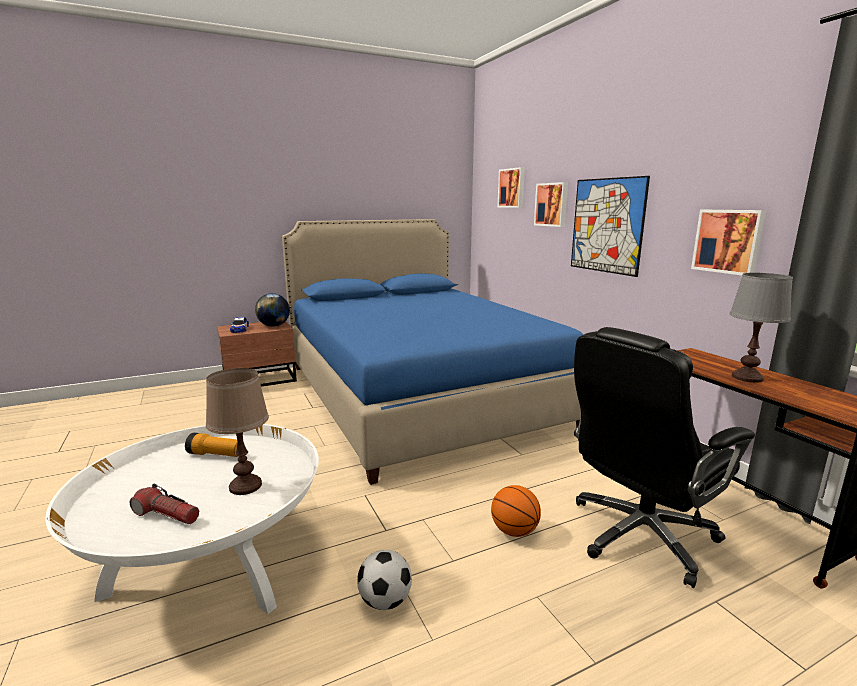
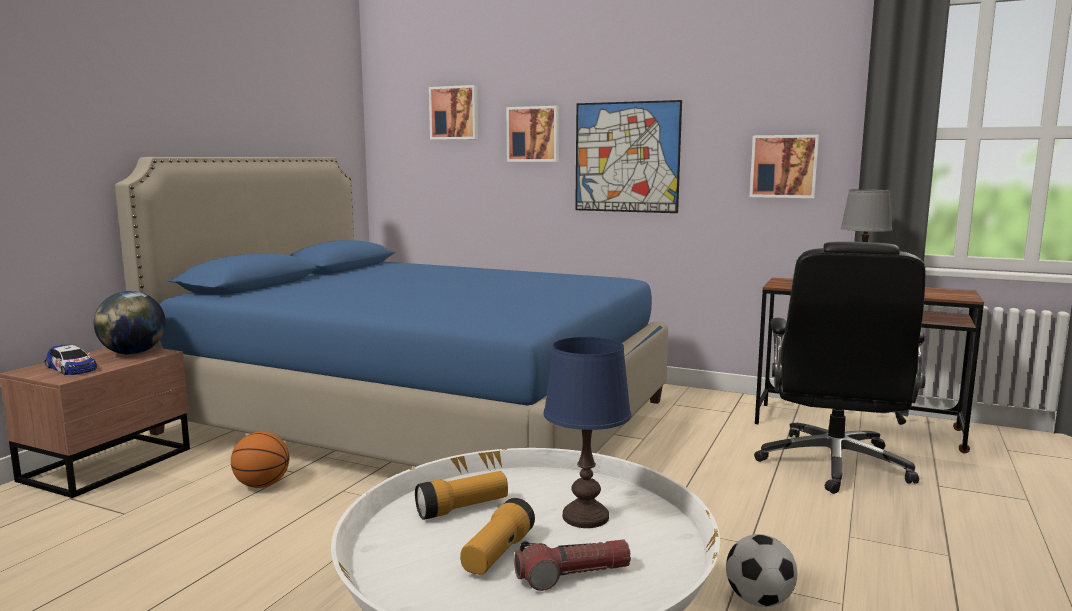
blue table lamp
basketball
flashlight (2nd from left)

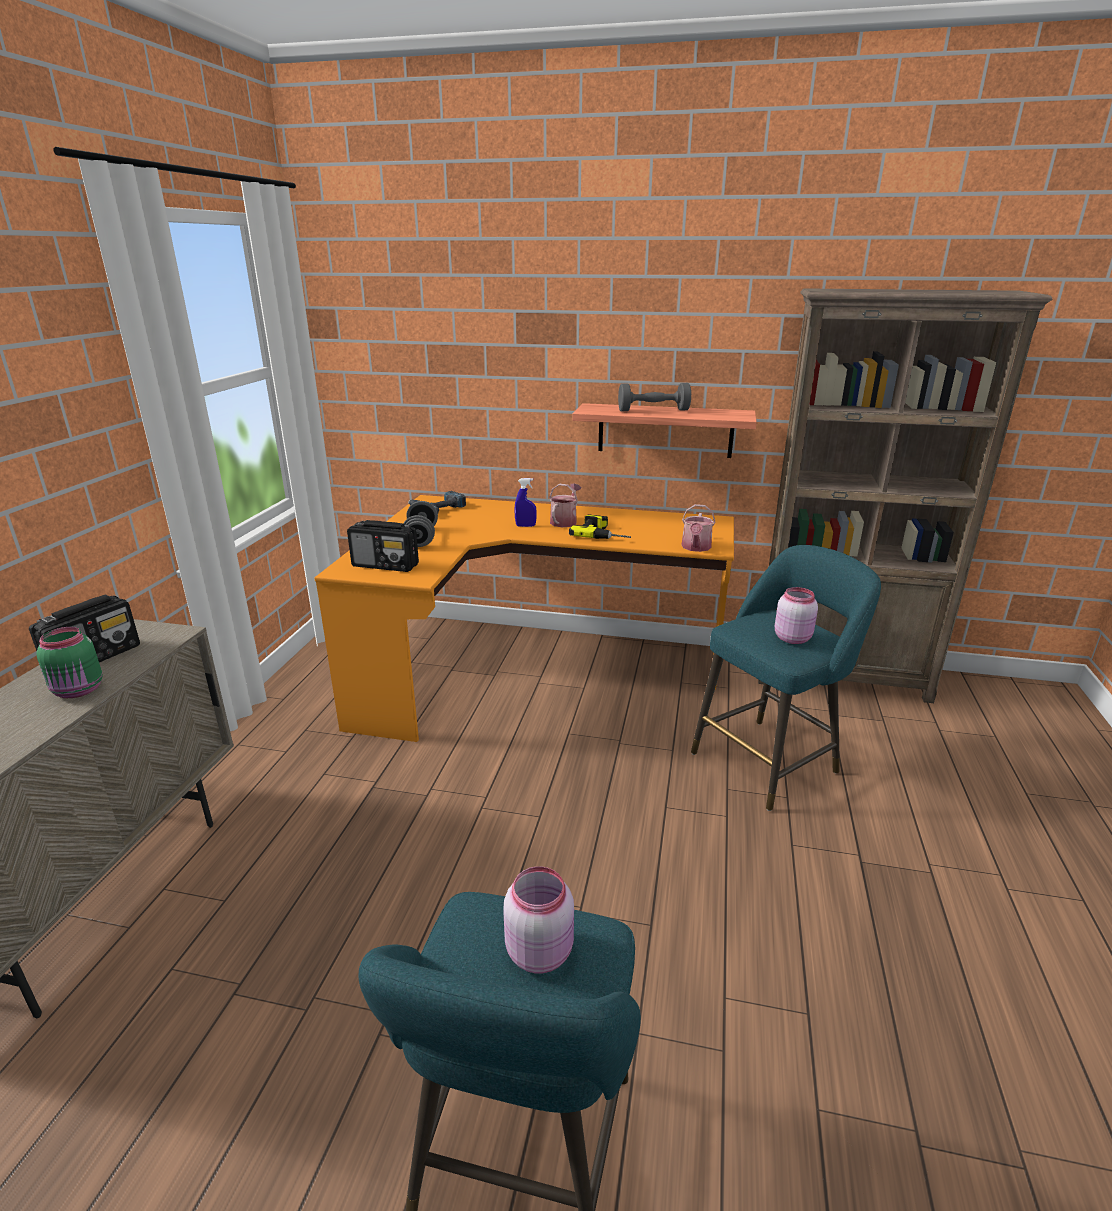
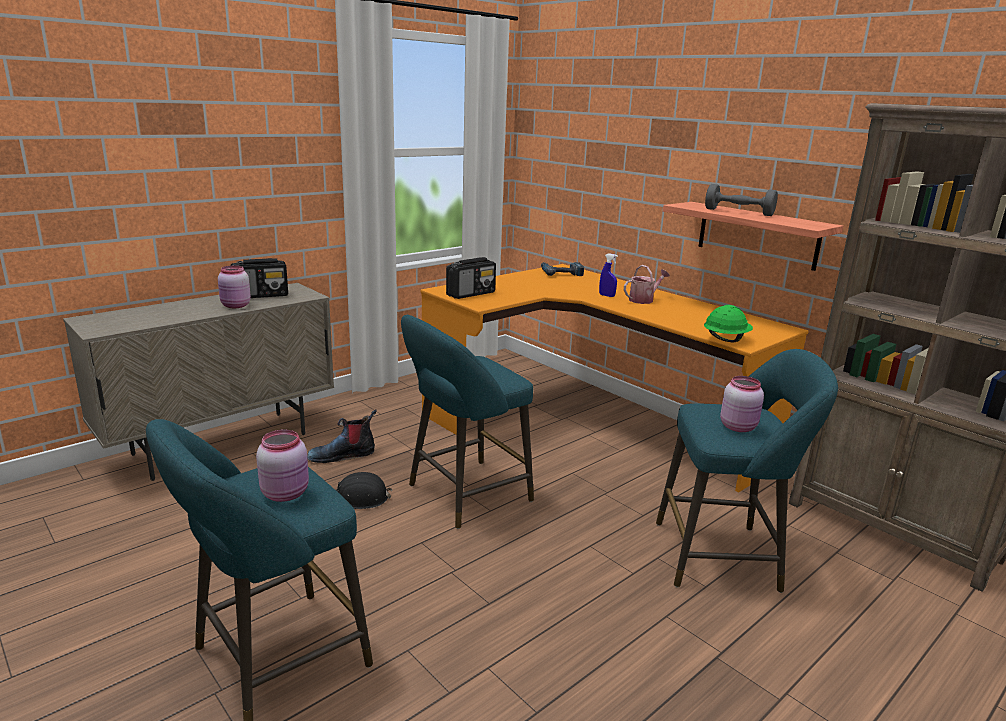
grey dumbbell (1st from left in the first image)
green hard hat
power drill (2nd from left in the first image)
radio (2nd from left)
pink jar (1st from left)
turquoise stool (2nd from left)
boot
black hard hat

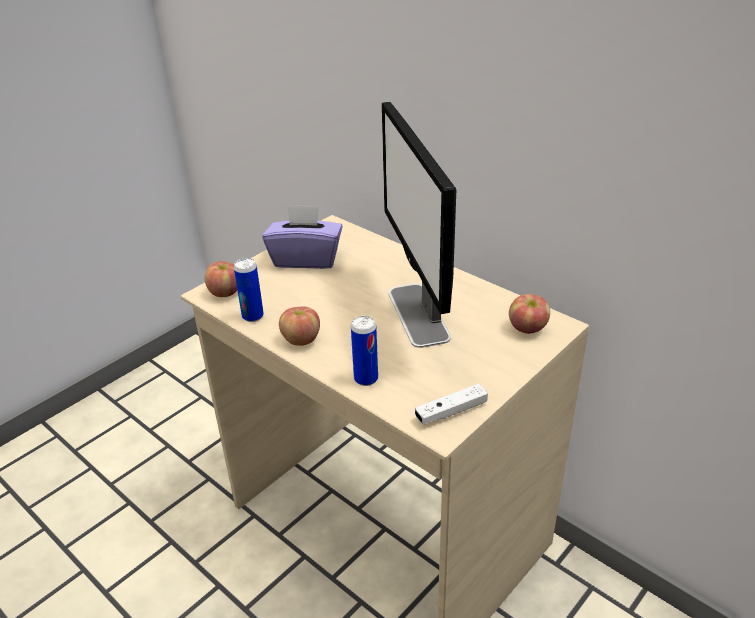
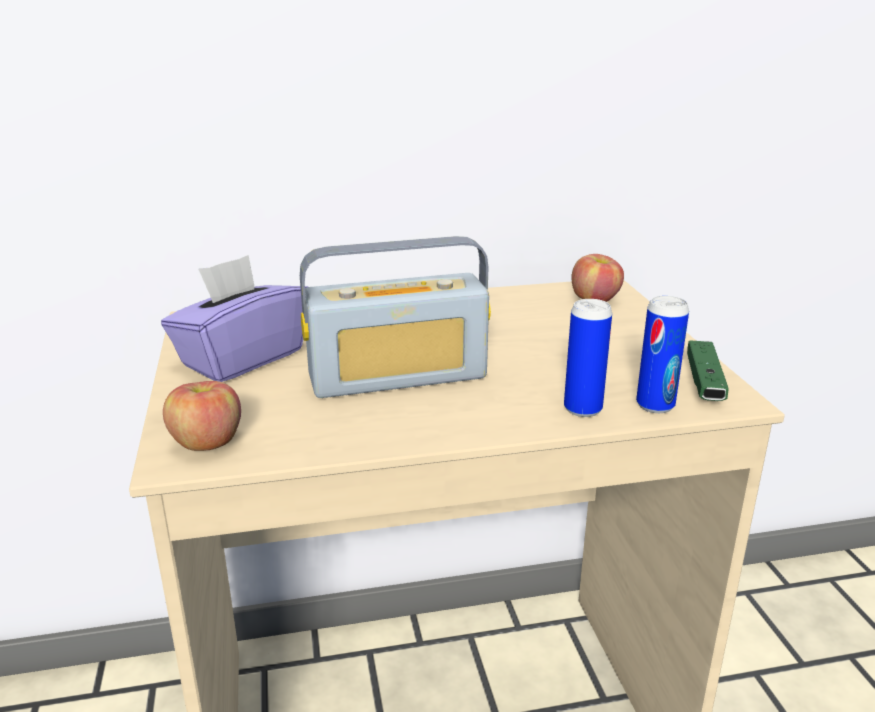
monitor
can (2nd from left)
apple (2nd from left in the first image)
green game controller
radio

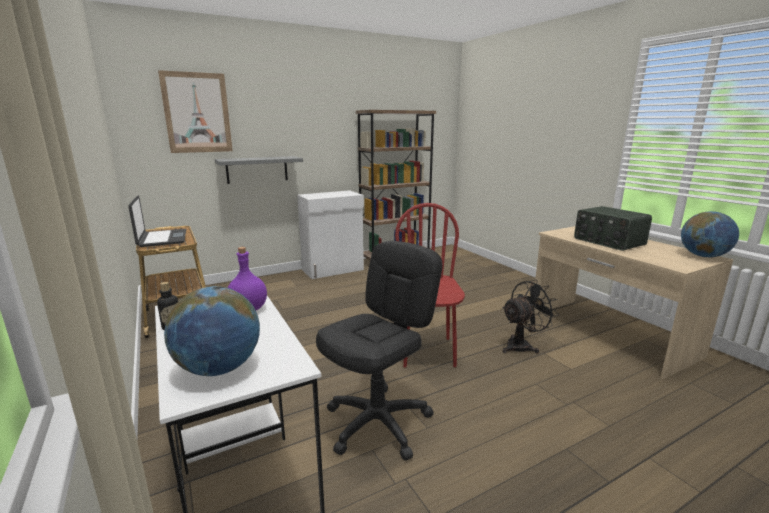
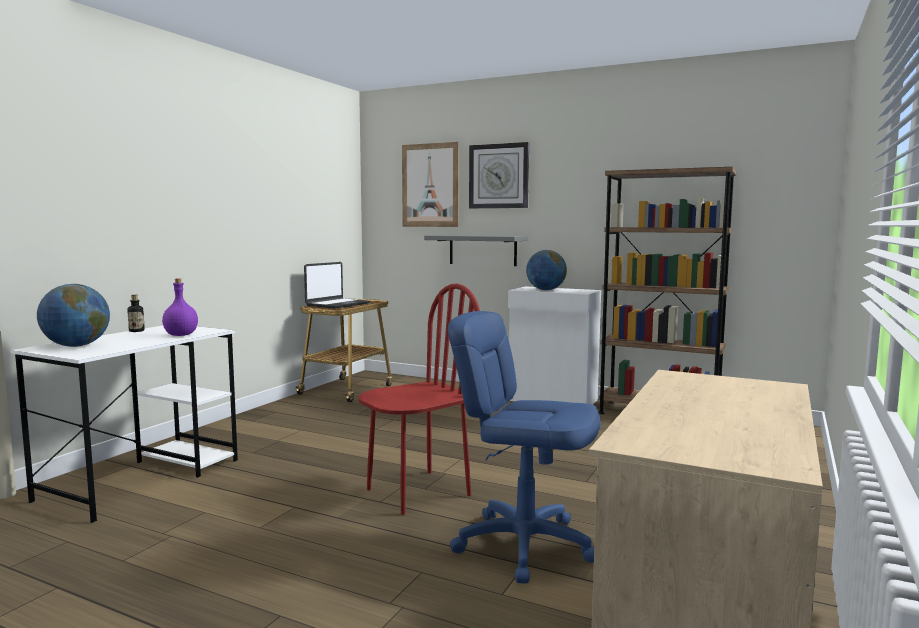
radio
globe (2nd from left)
black office chair
blue office chair
wall clock

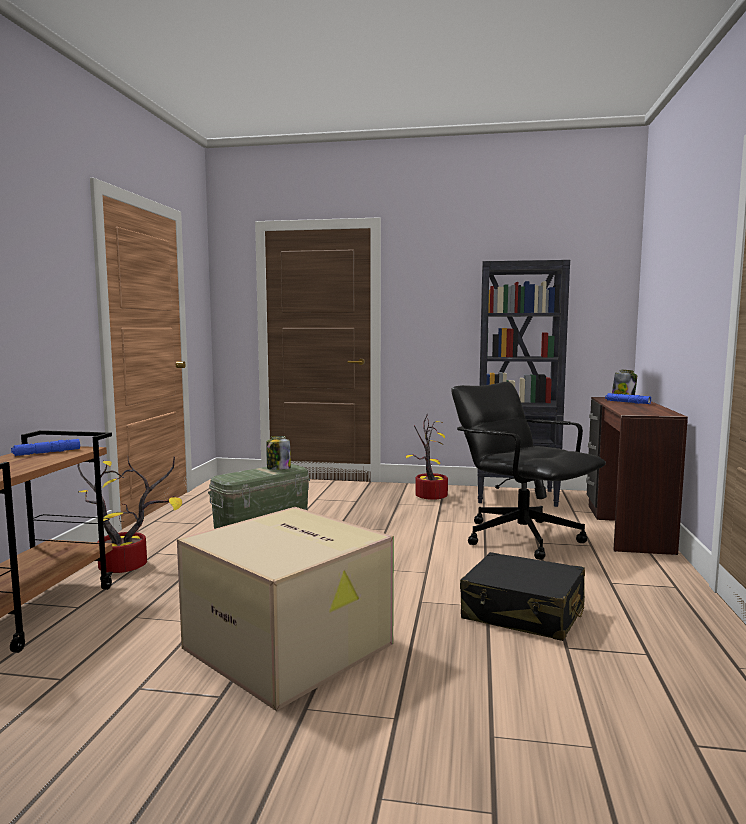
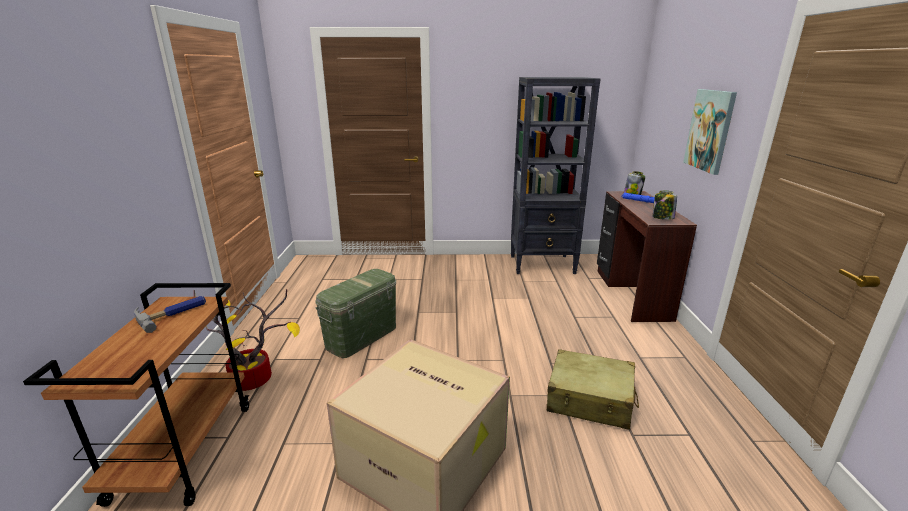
black office chair
potted plant (2nd from left in the first image)
jar (2nd from left)
hammer
beige suitcase
picture

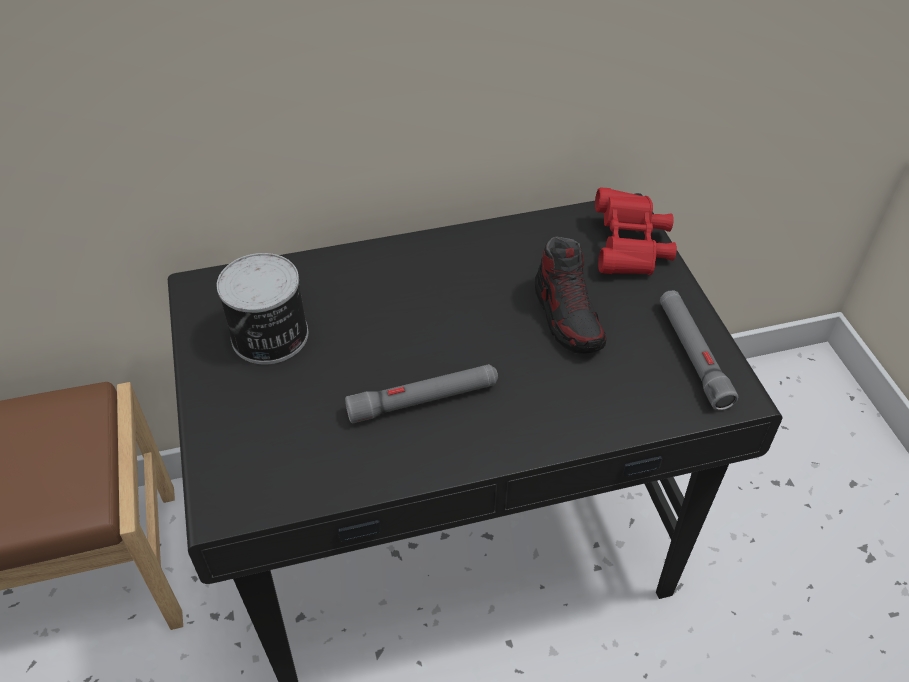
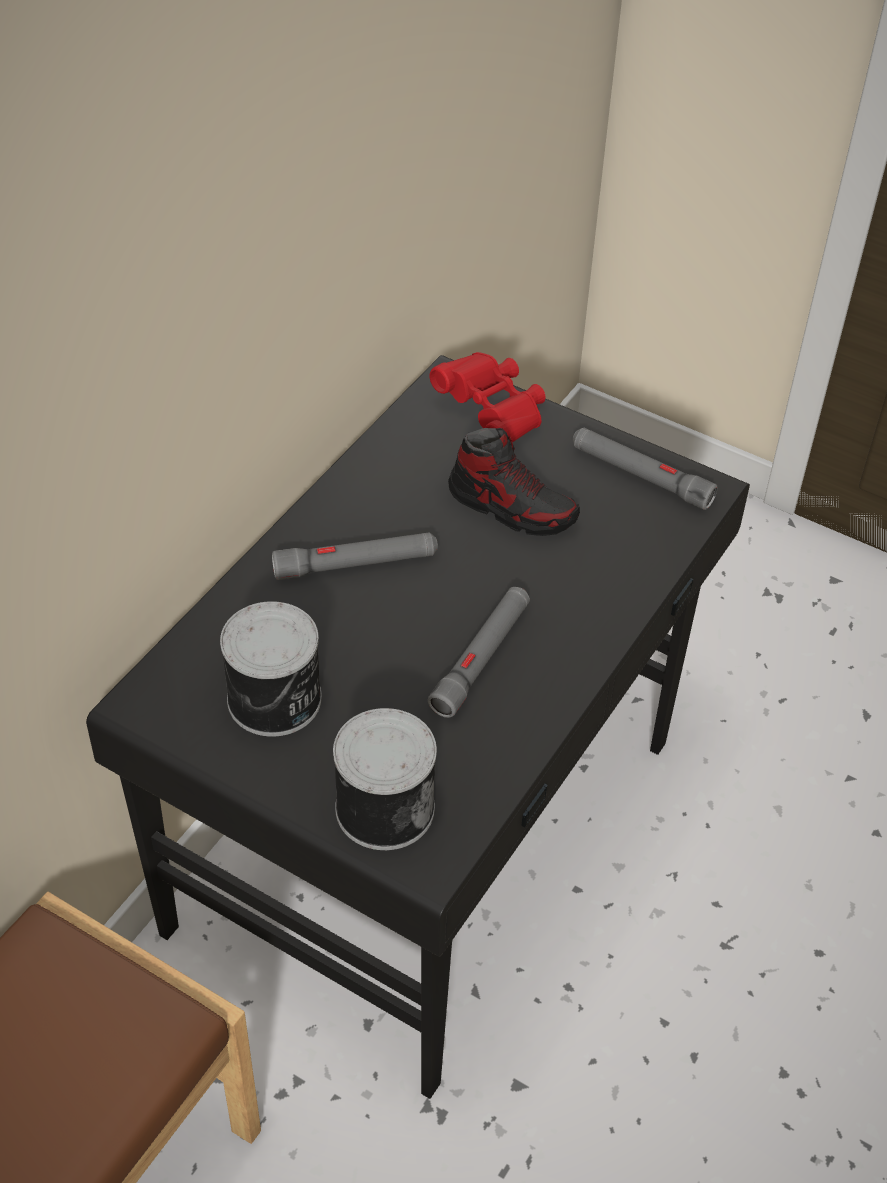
grey flashlight (1st from left)
can (2nd from left)

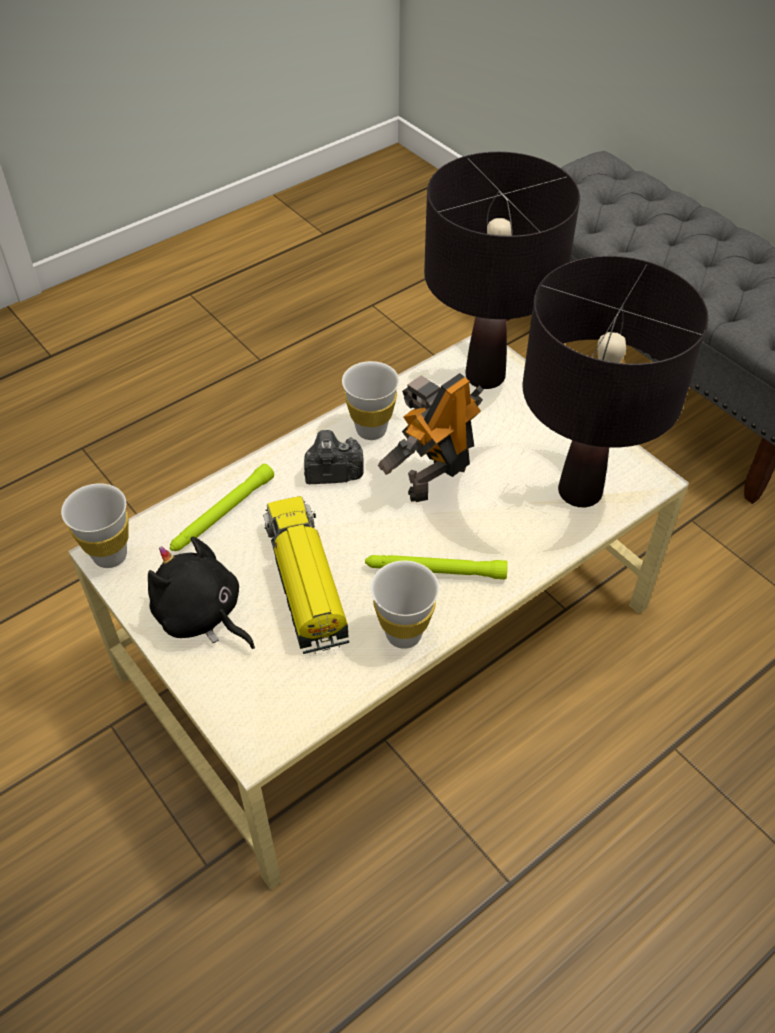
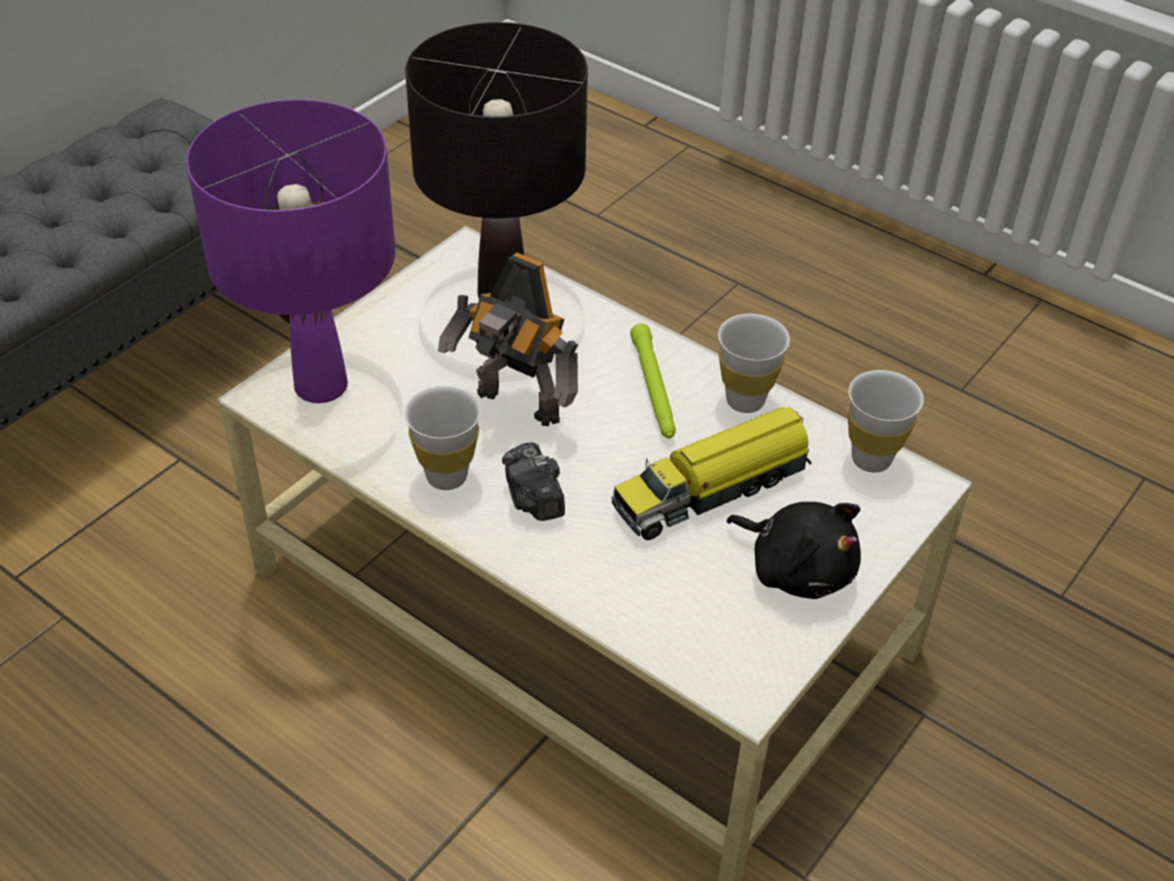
purple table lamp
green flashlight (1st from left in the first image)
white cup (3rd from left)
black plush toy

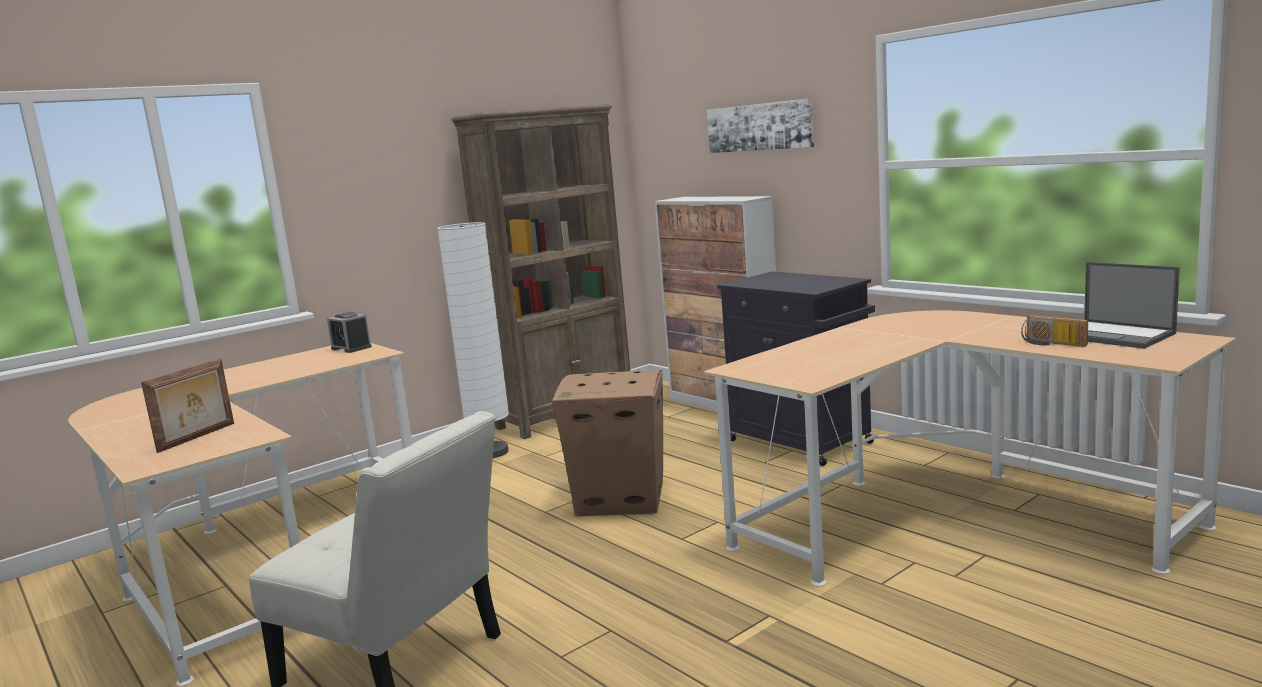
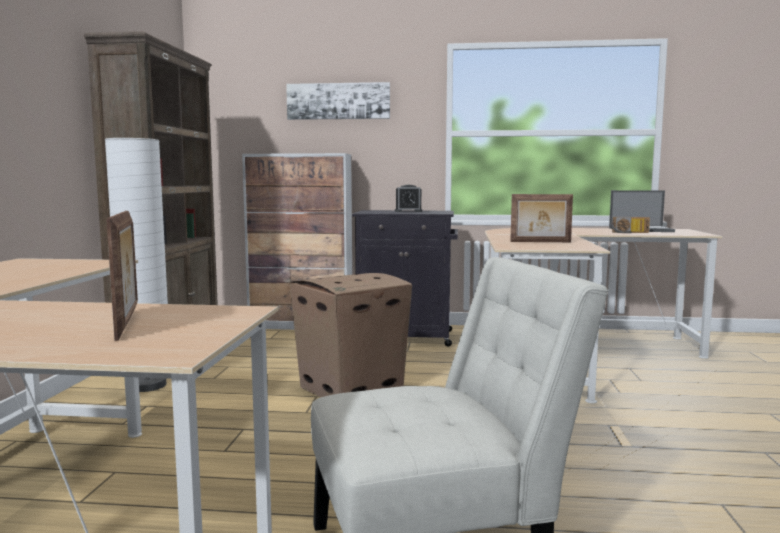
alarm clock
picture frame (2nd from left)

